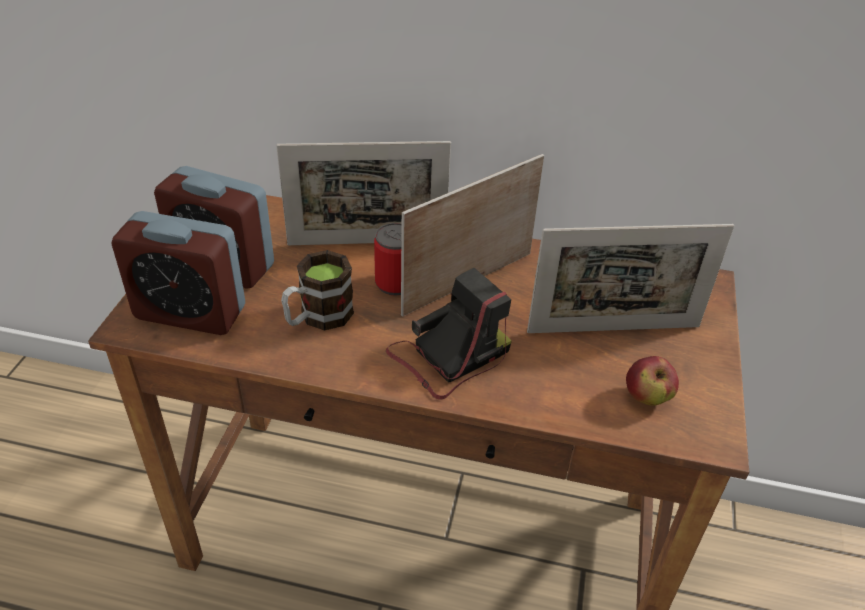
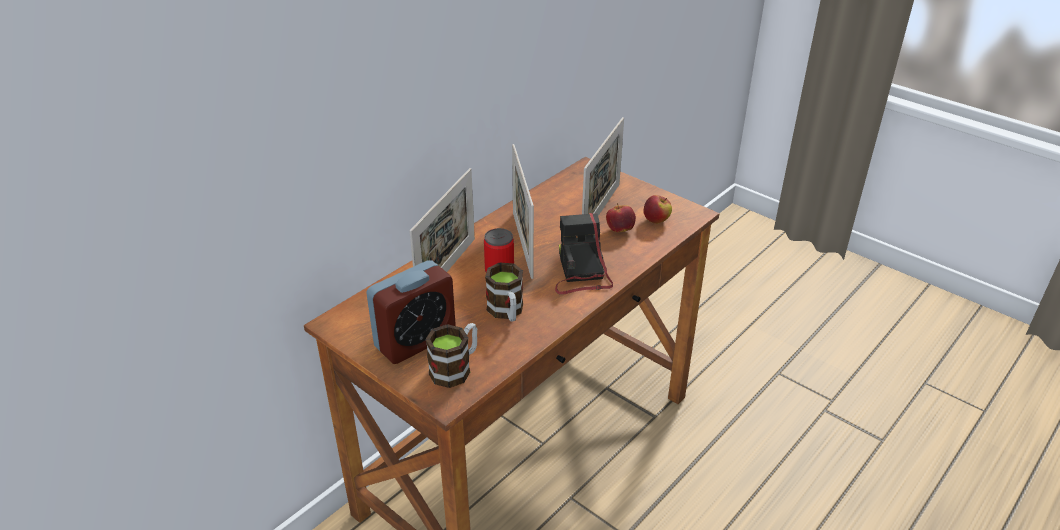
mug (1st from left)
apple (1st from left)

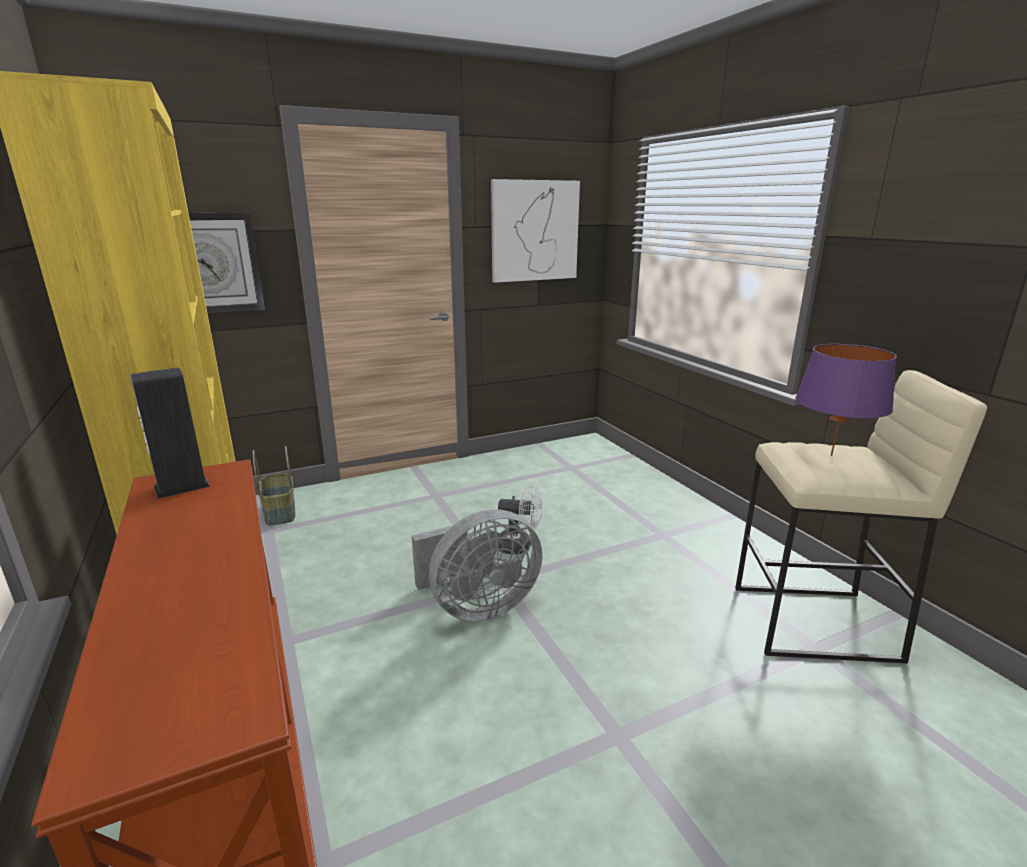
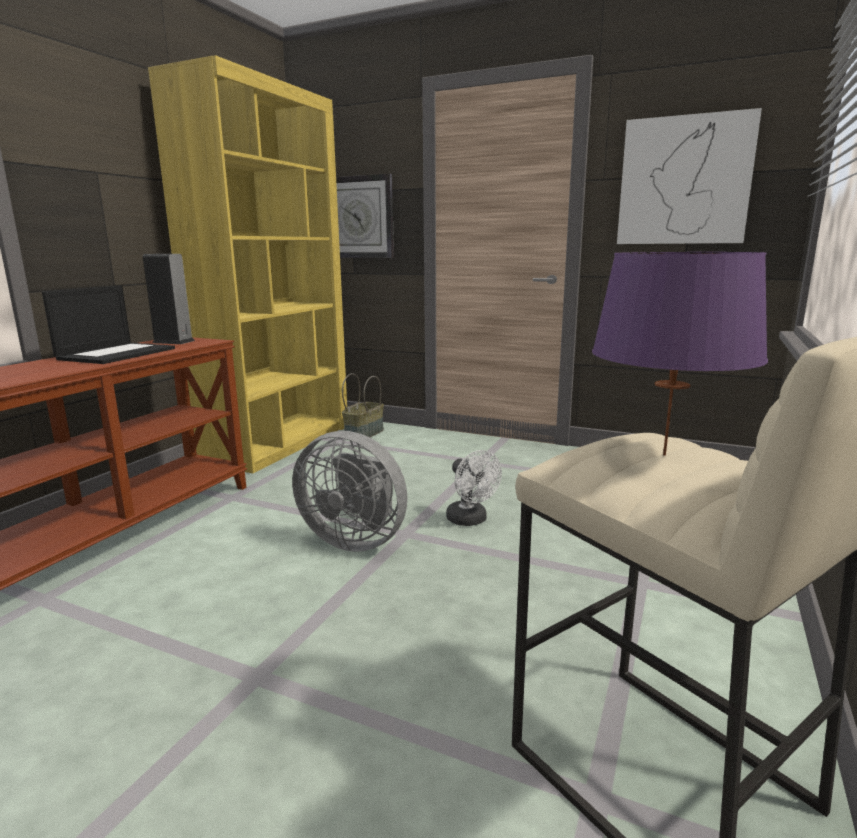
laptop

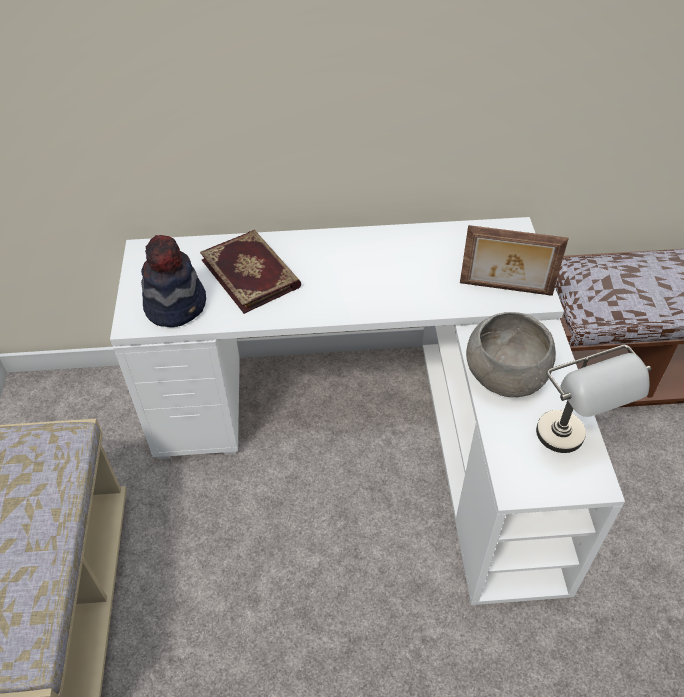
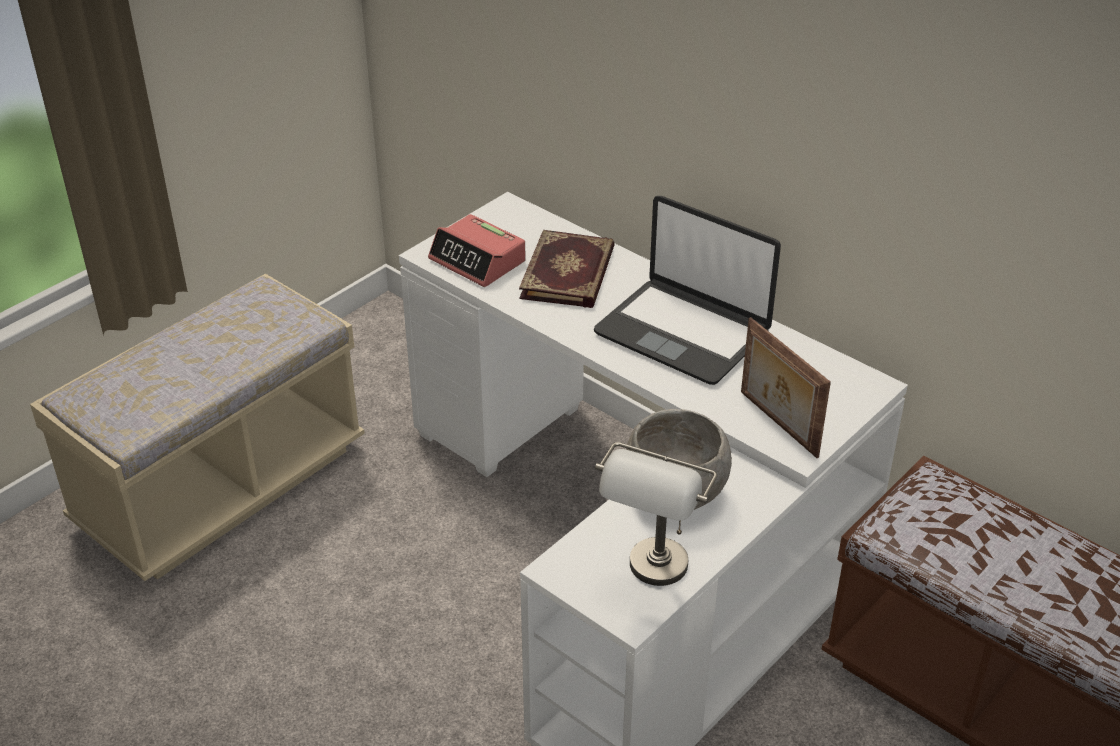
alarm clock
laptop

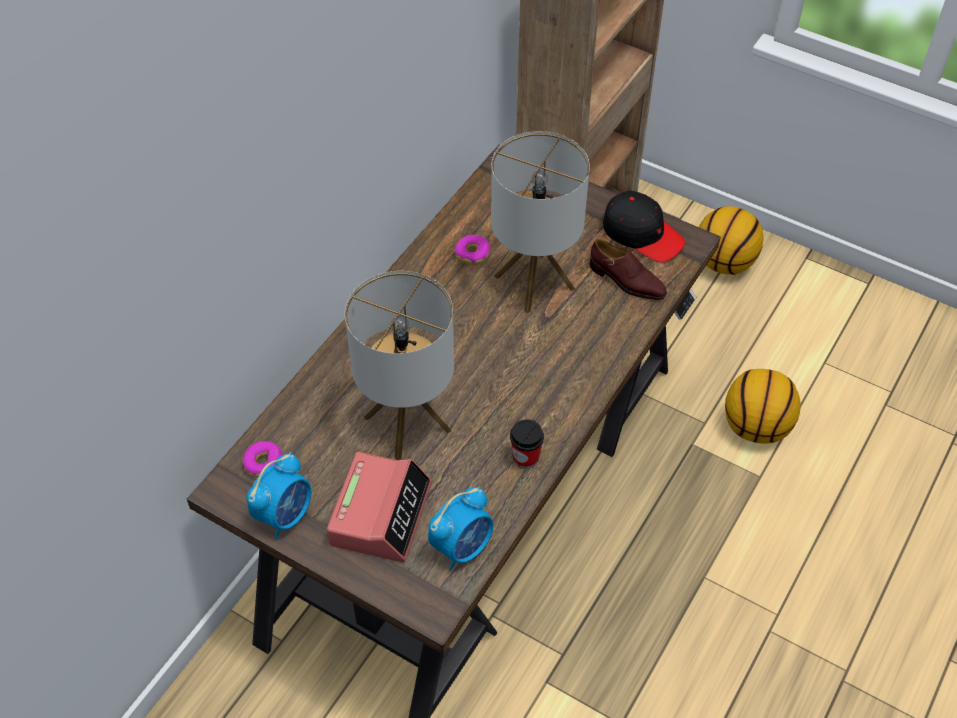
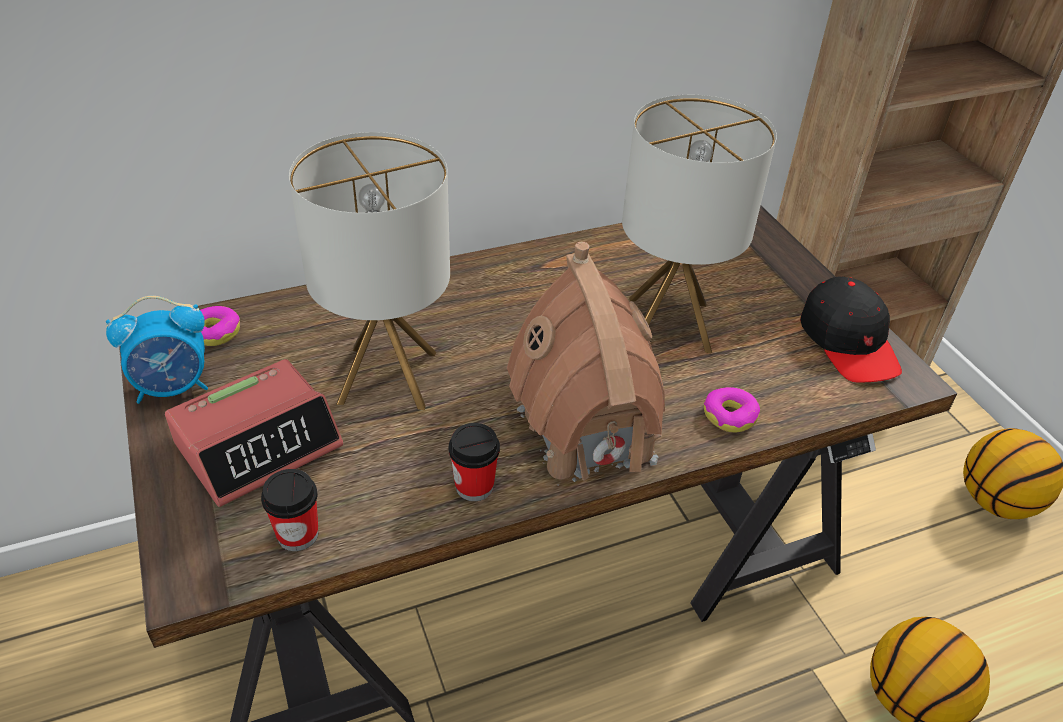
donut (2nd from left)
brown shoe
cup (1st from left)
toy house

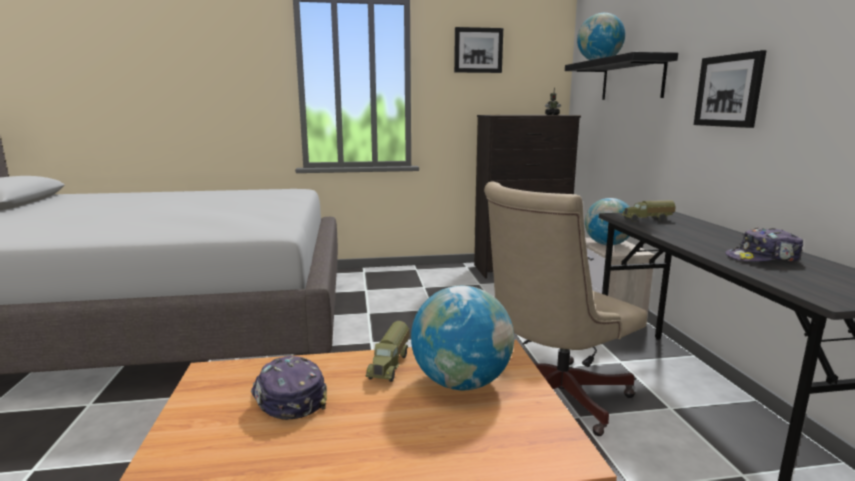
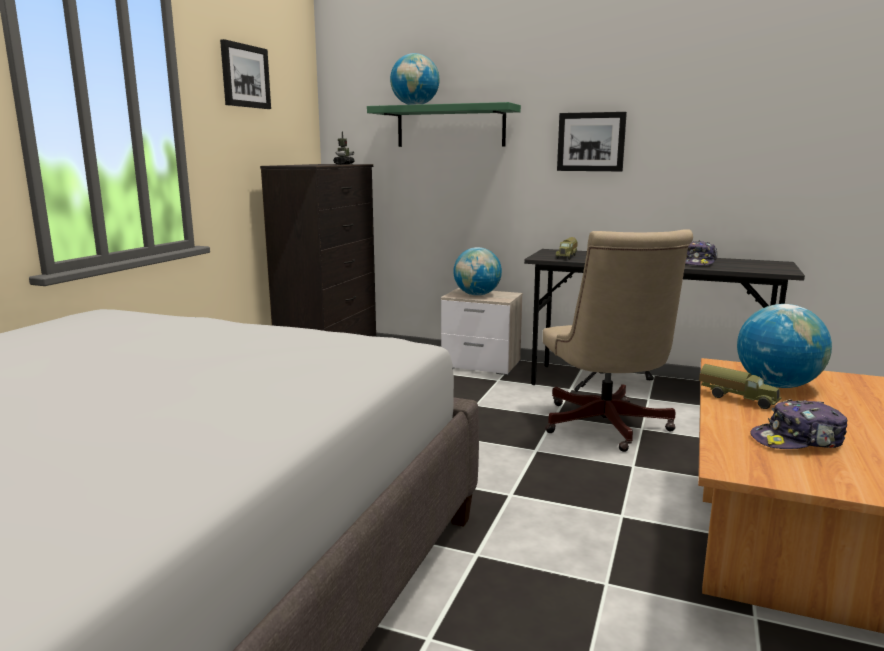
green shelf

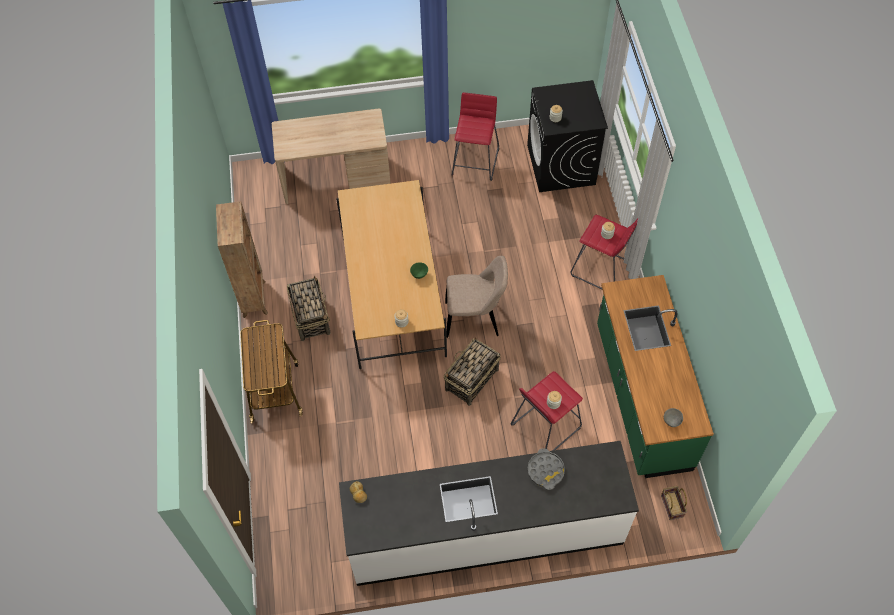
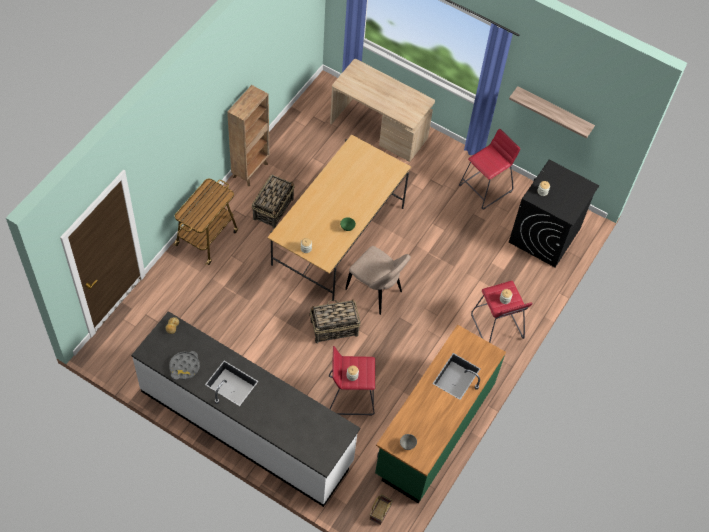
grey tray
shelf

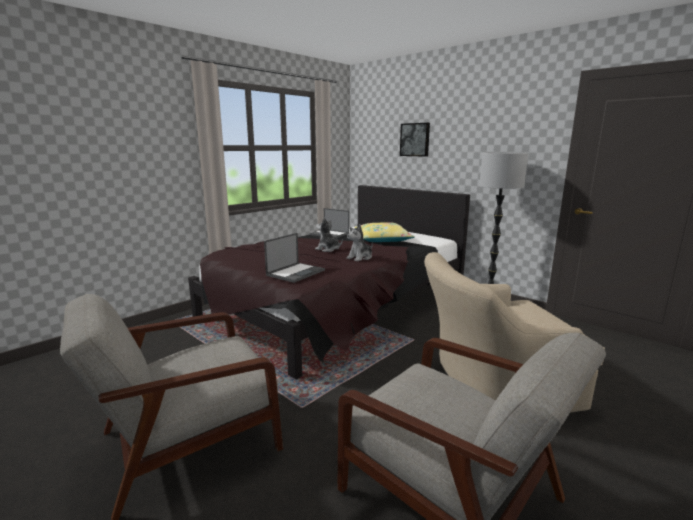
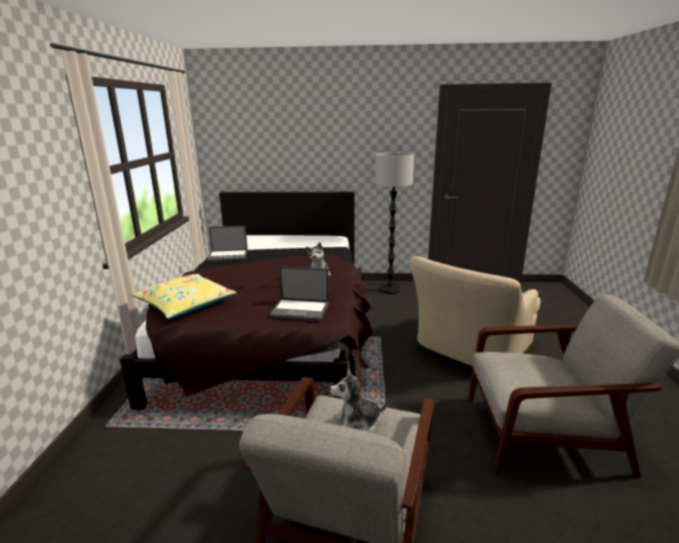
picture
plush toy (2nd from left)
yellow pillow
laptop (2nd from left)

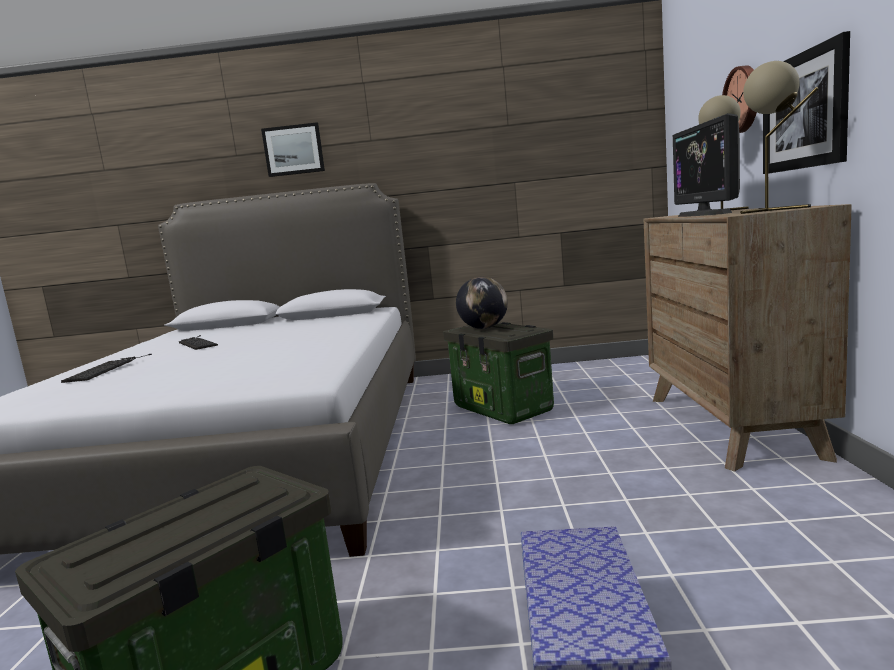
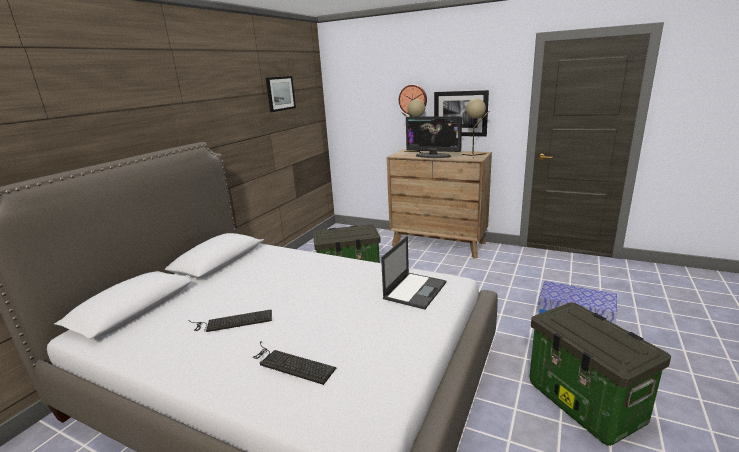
picture (1st from left)
globe
laptop

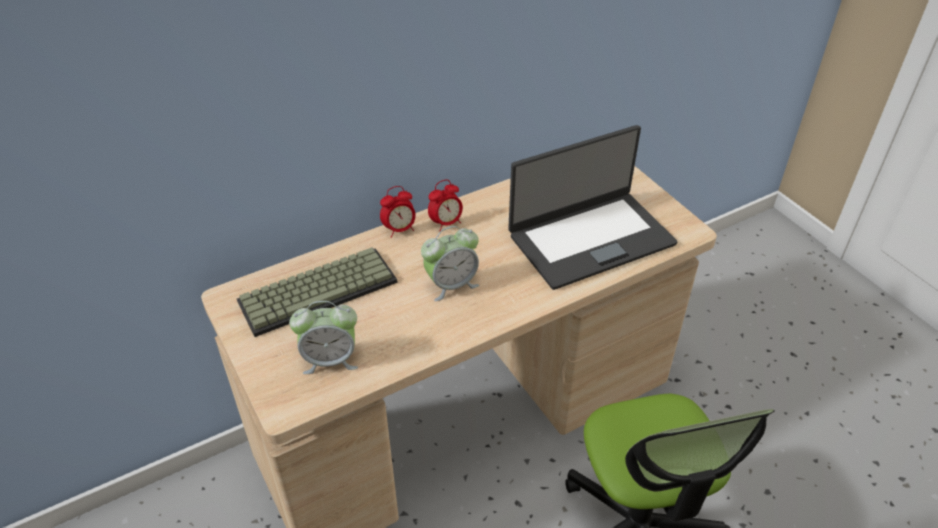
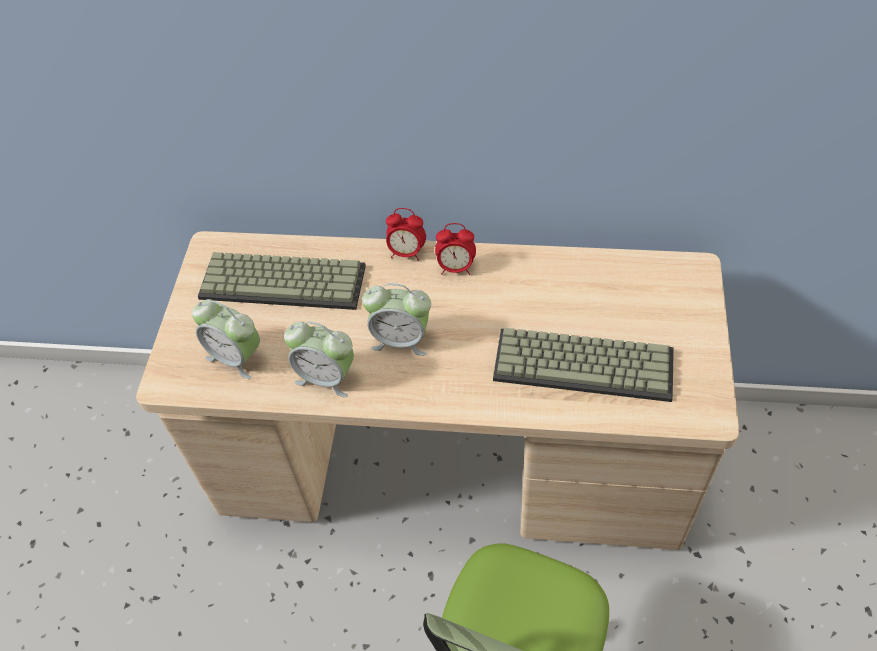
keyboard (2nd from left)
alarm clock (2nd from left)

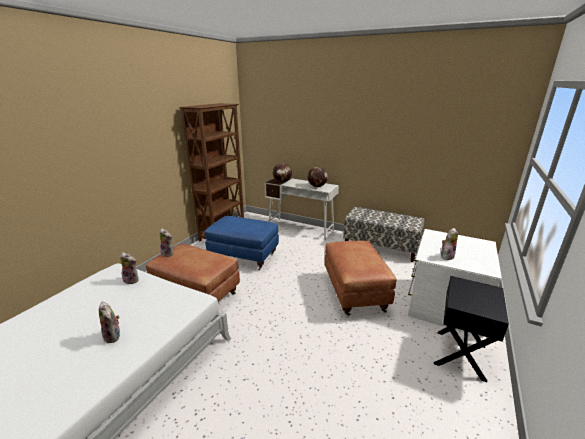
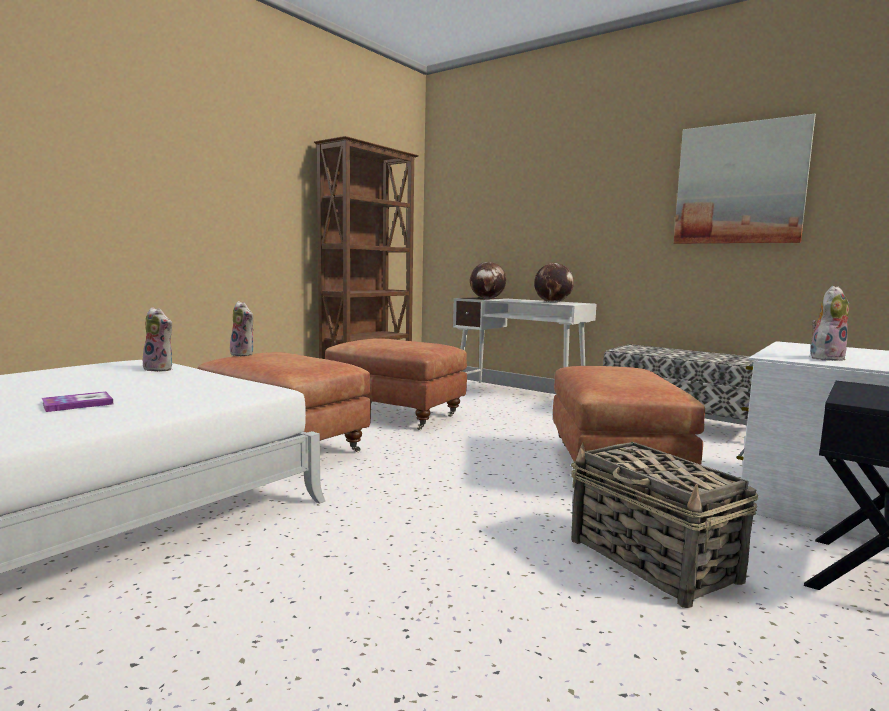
brown ottoman (2nd from left)
book
picture
basket

